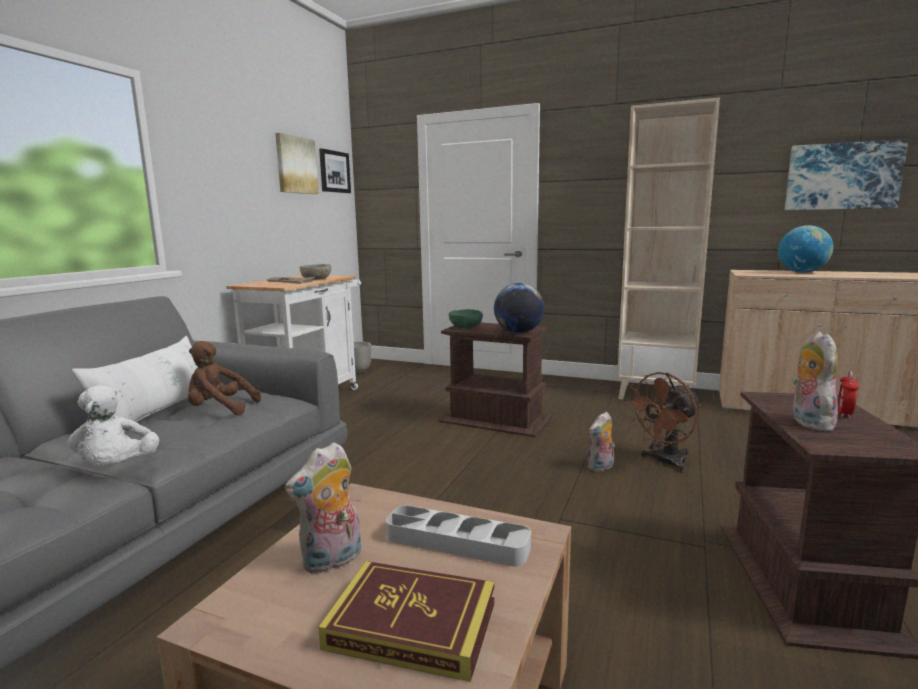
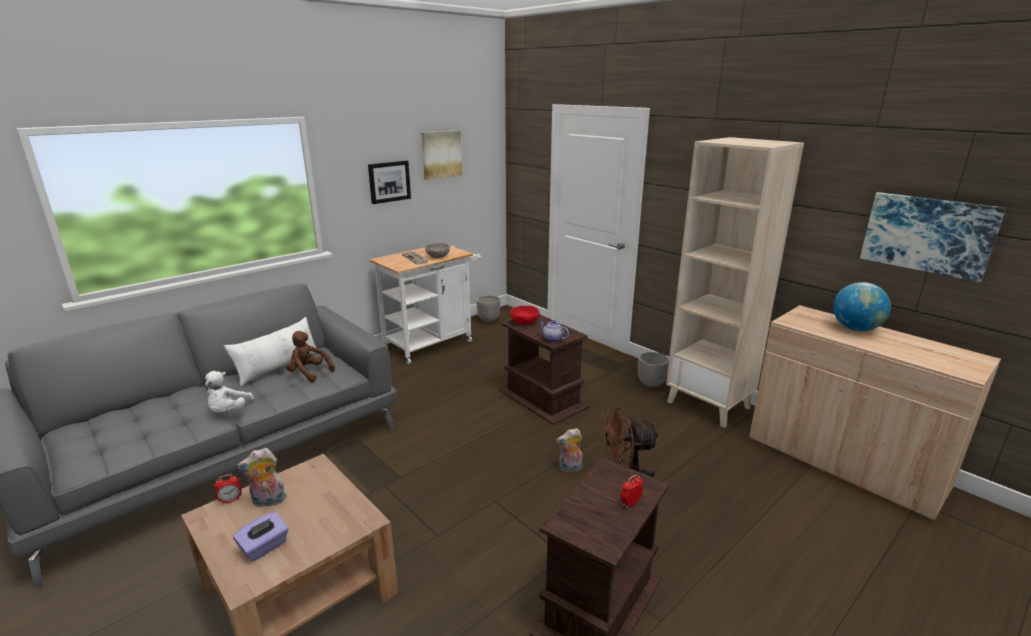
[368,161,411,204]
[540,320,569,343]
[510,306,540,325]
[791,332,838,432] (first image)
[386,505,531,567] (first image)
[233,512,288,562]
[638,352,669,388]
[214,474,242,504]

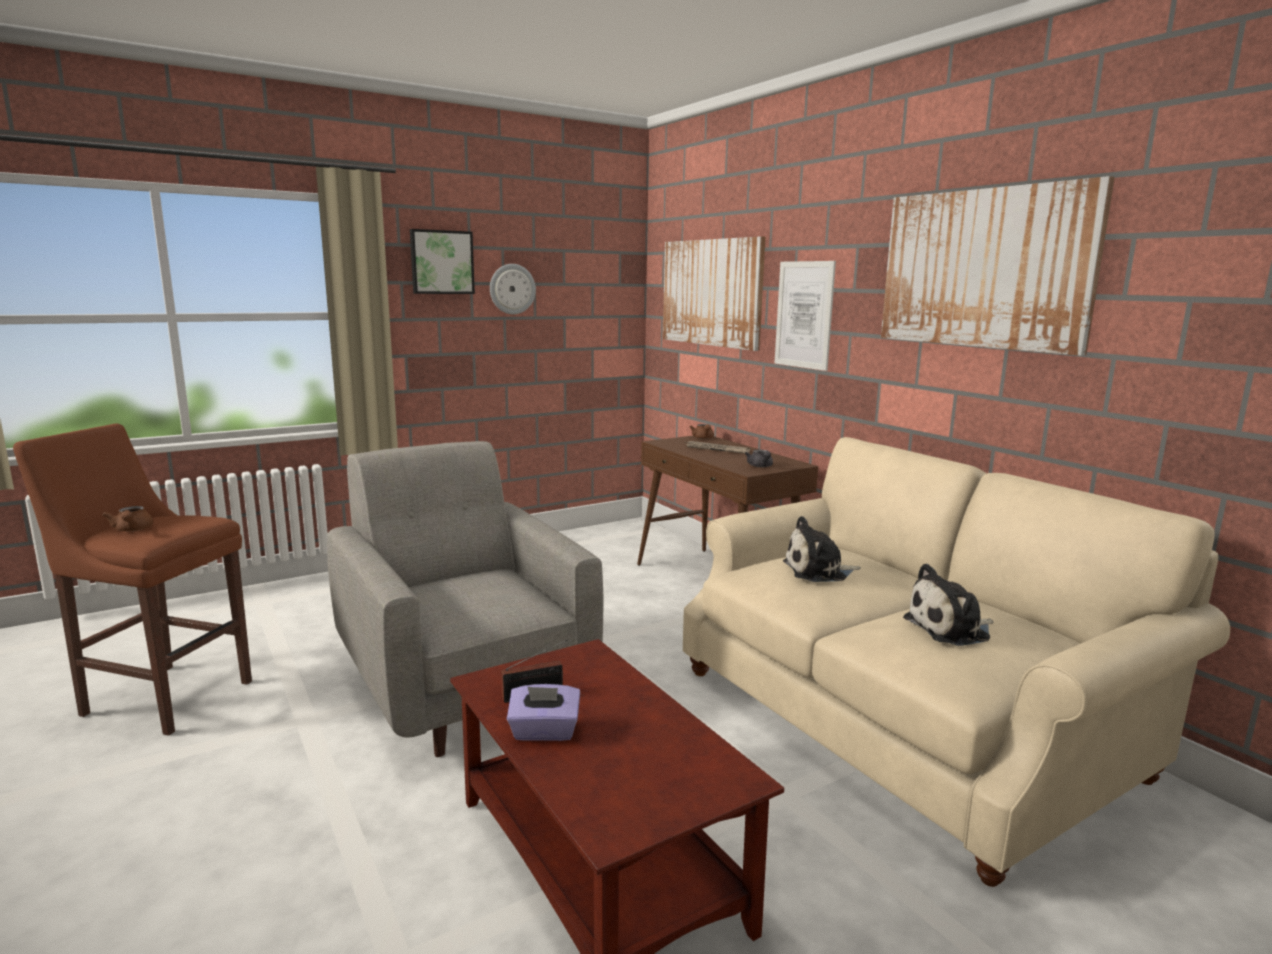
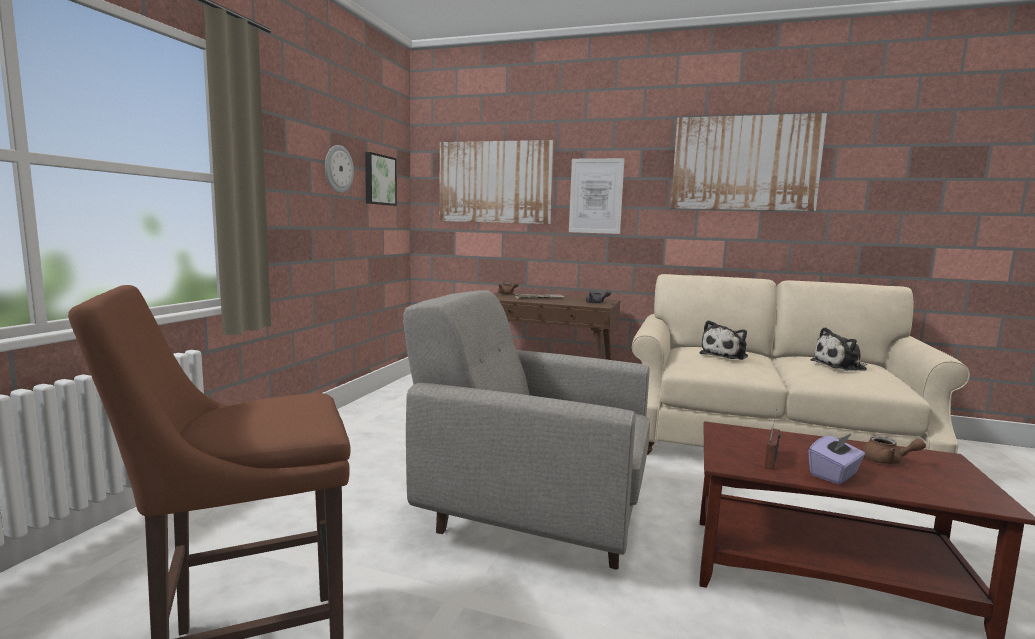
[365,152,397,206]
[862,436,926,464]
[810,327,867,371]

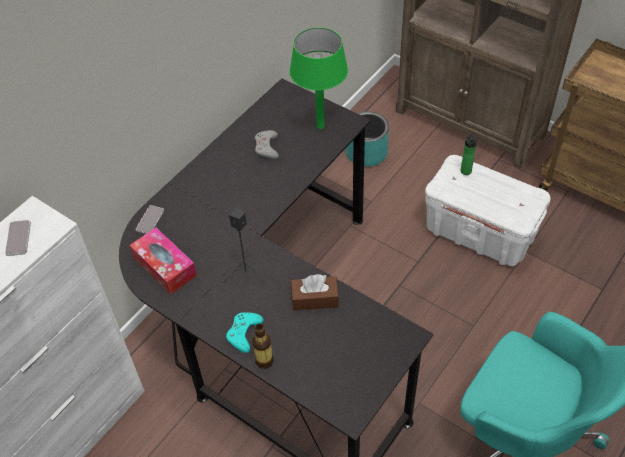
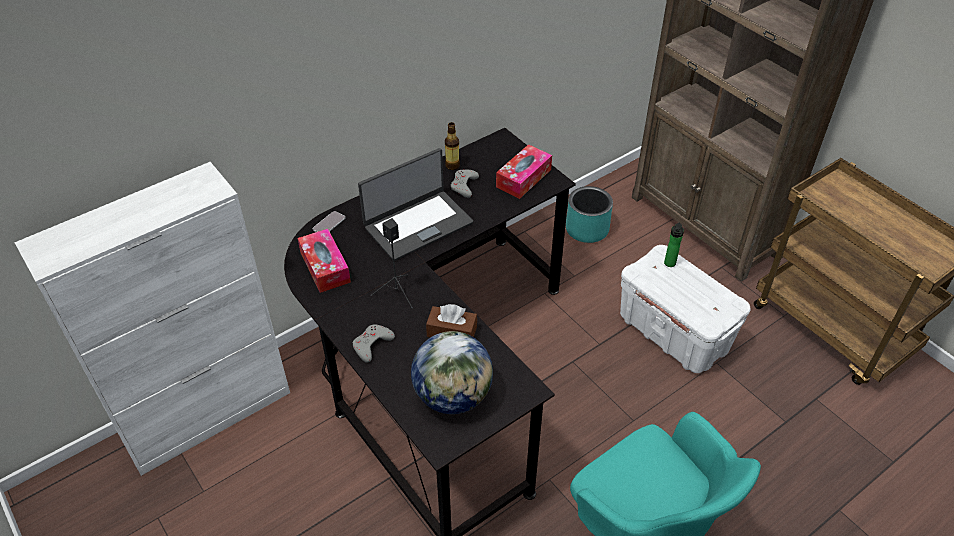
[496,144,552,199]
[5,220,31,256] (first image)
[352,324,395,363]
[445,122,460,170]
[358,148,473,261]
[411,331,493,414]

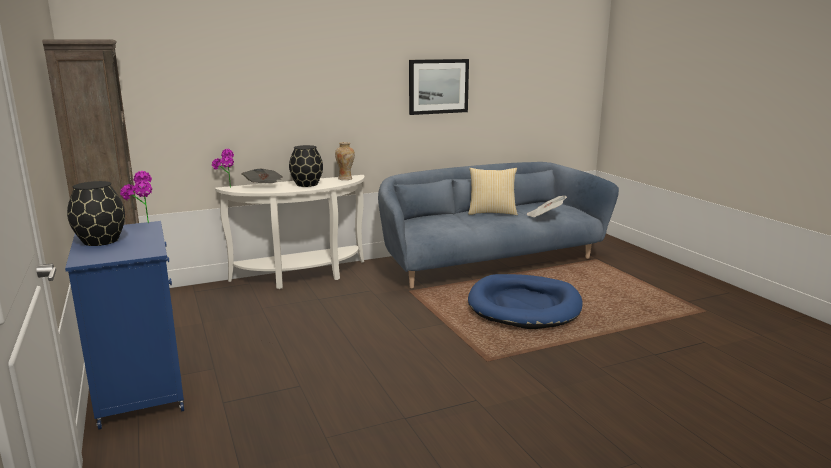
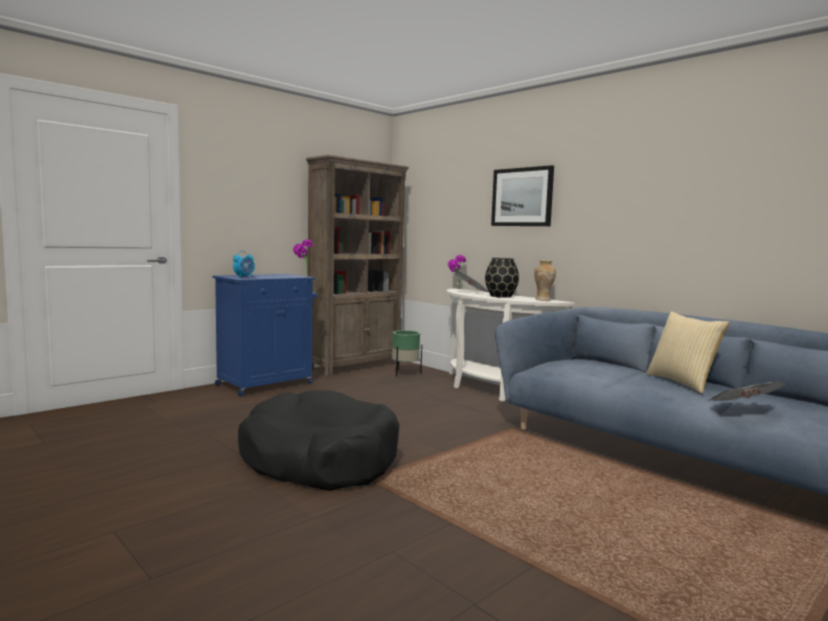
[491,165,554,226]
[67,181,125,246] (first image)
[468,274,583,329] (first image)
[233,251,255,278]
[392,330,422,376]
[238,390,399,491]

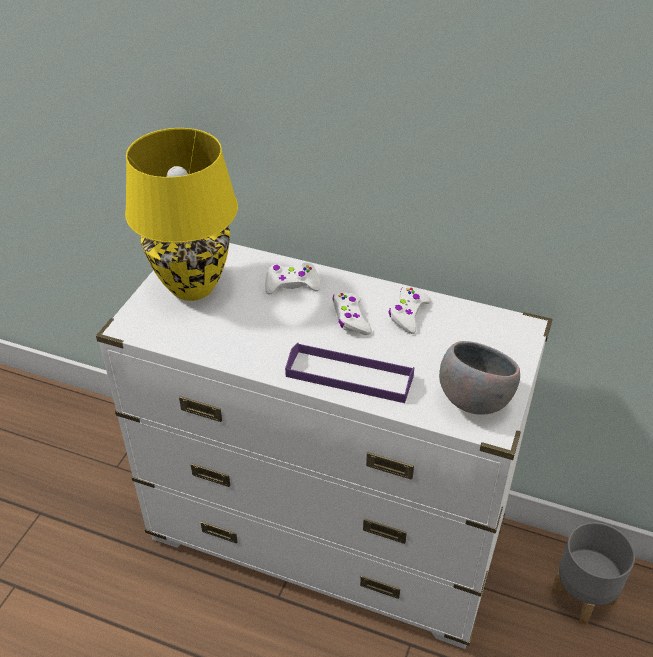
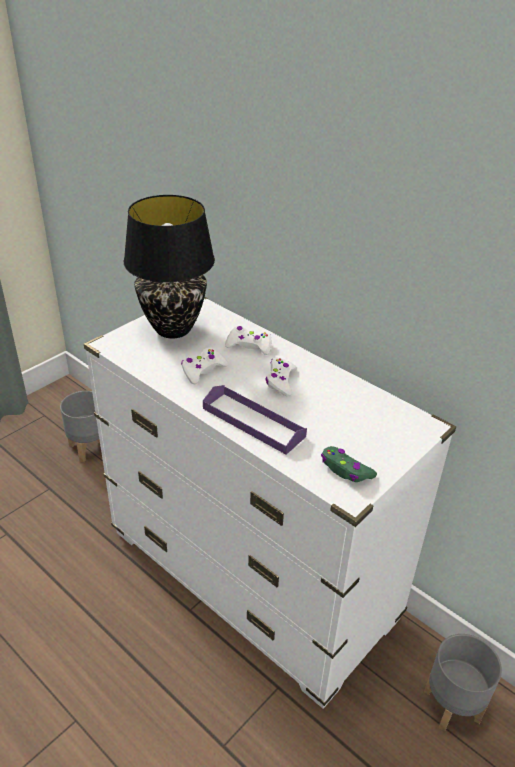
[123,195,215,338]
[181,347,229,384]
[321,446,377,482]
[60,391,100,462]

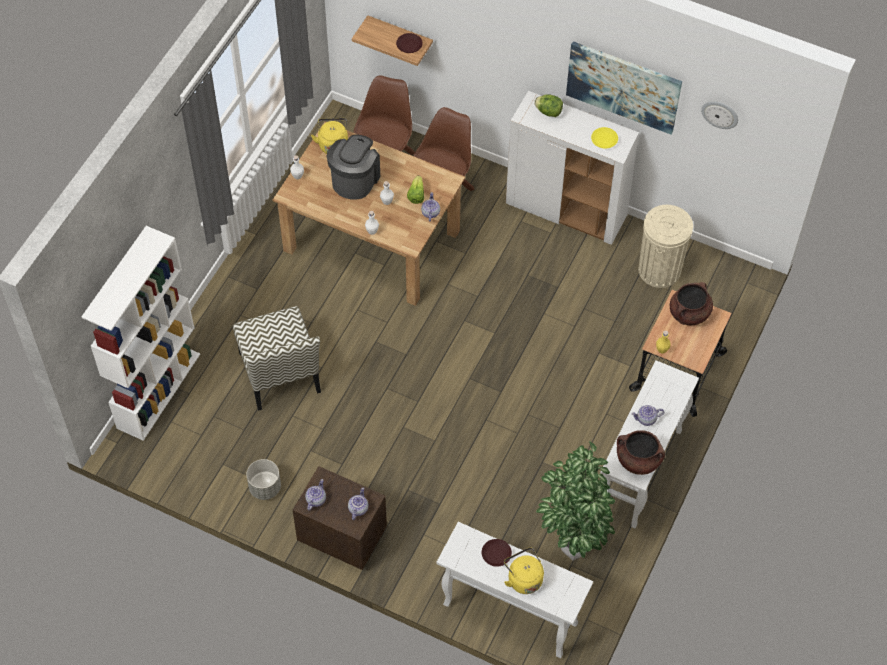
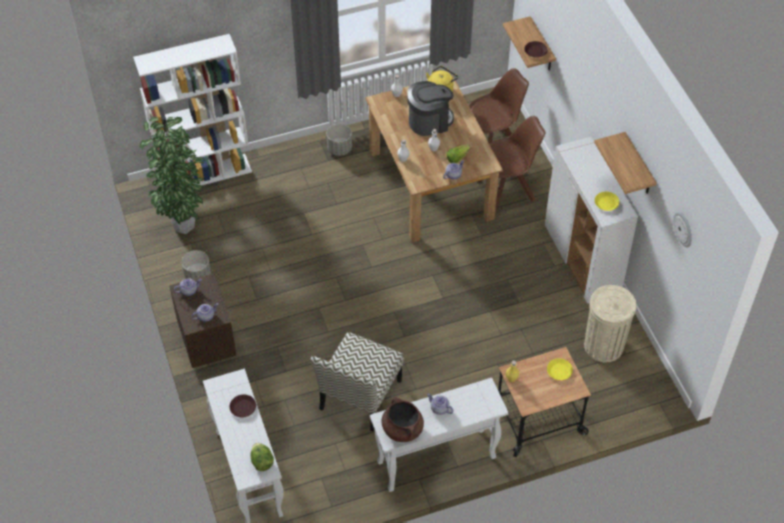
[594,132,657,194]
[250,443,274,471]
[547,358,573,380]
[310,332,404,432]
[140,116,205,234]
[504,547,544,594] (first image)
[327,124,352,156]

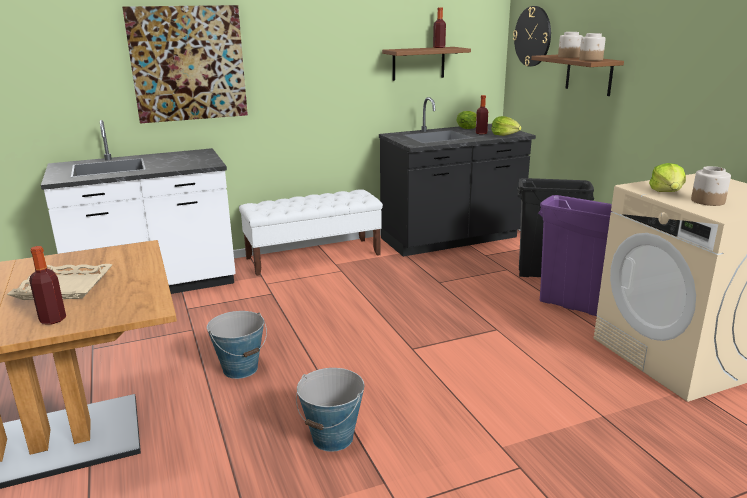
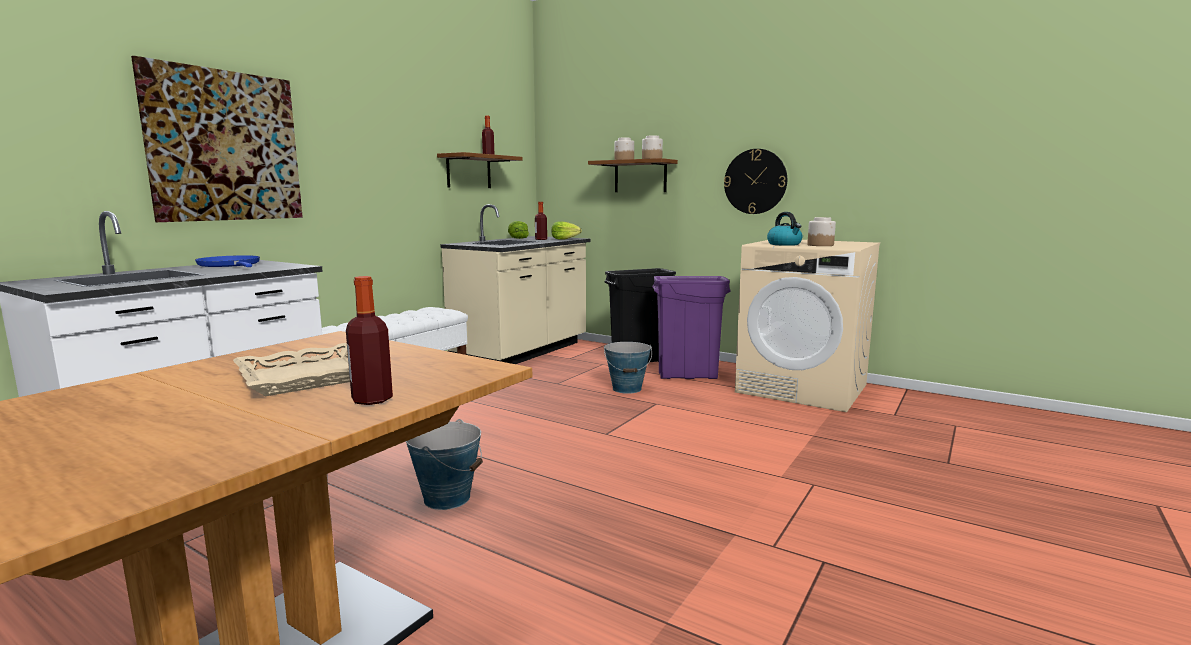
[724,149,787,214]
[440,204,590,364]
[767,212,802,246]
[604,342,652,394]
[195,255,260,267]

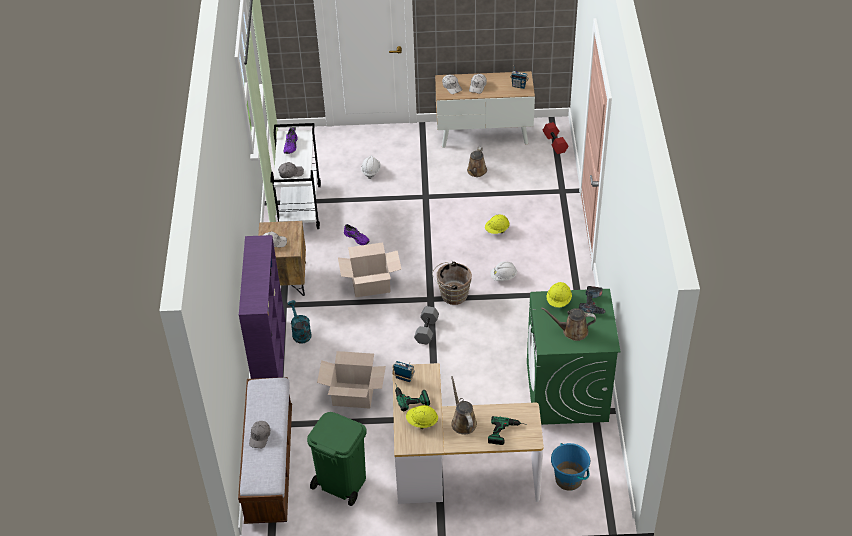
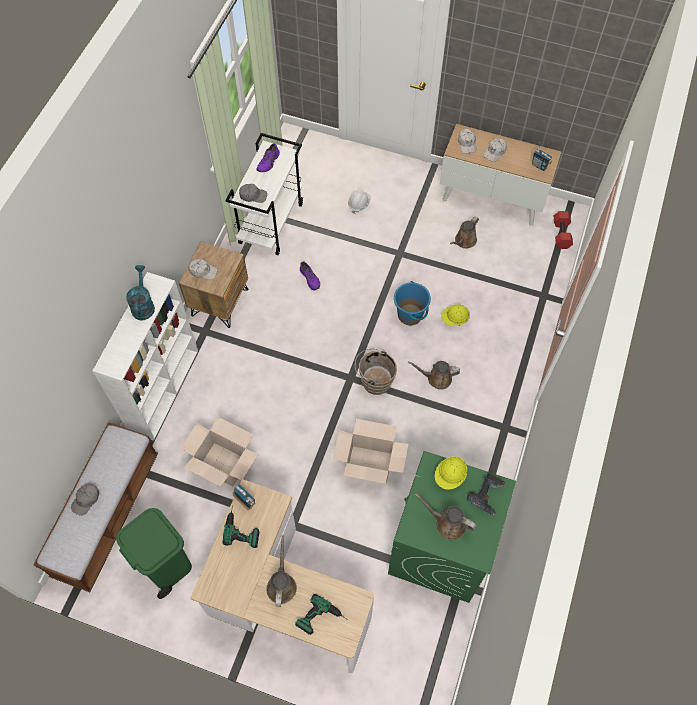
[93,272,198,441]
[333,419,408,484]
[408,361,460,390]
[126,265,155,320]
[414,306,439,345] (first image)
[406,405,438,429] (first image)
[394,281,431,325]

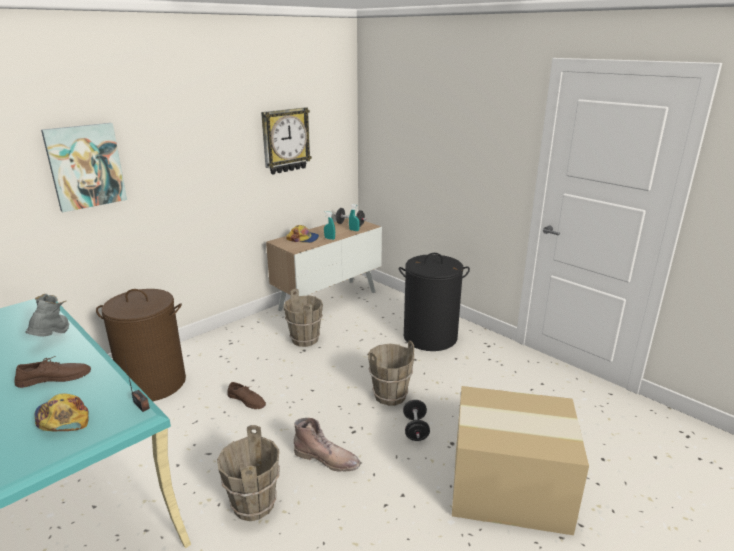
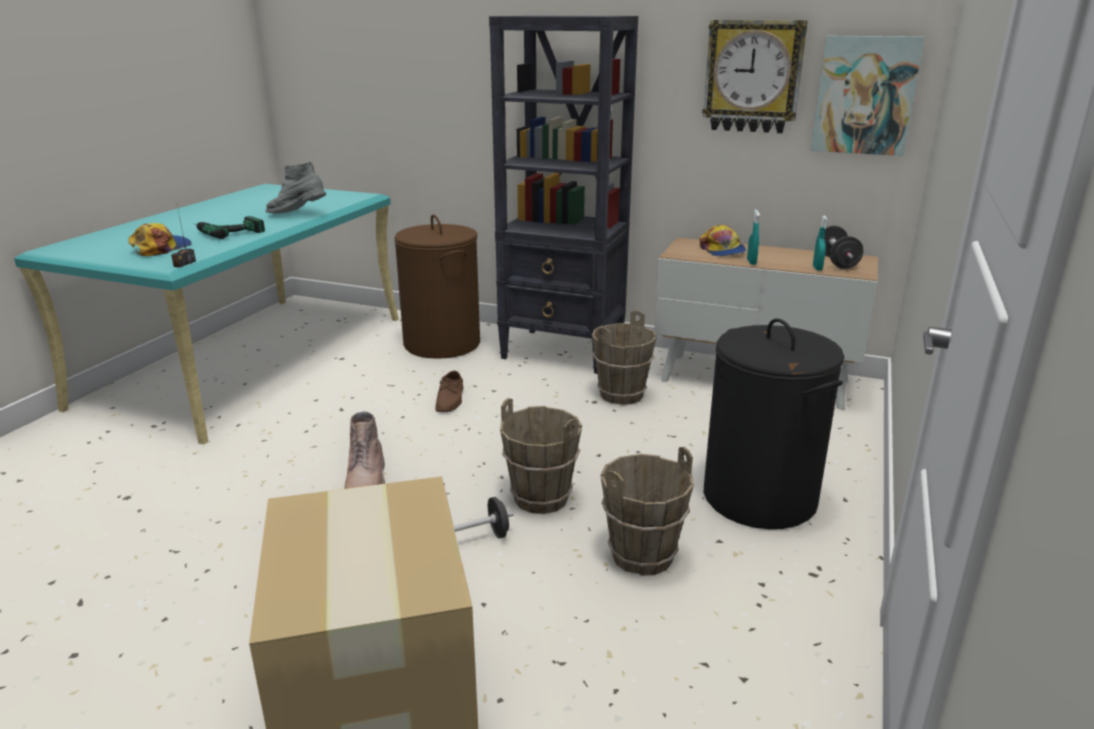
[811,36,925,156]
[266,162,326,213]
[195,216,265,239]
[601,447,694,576]
[489,16,638,374]

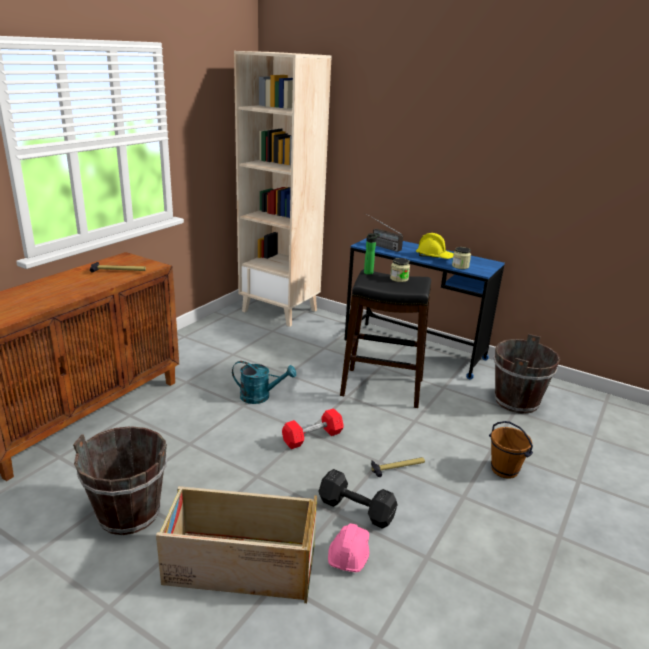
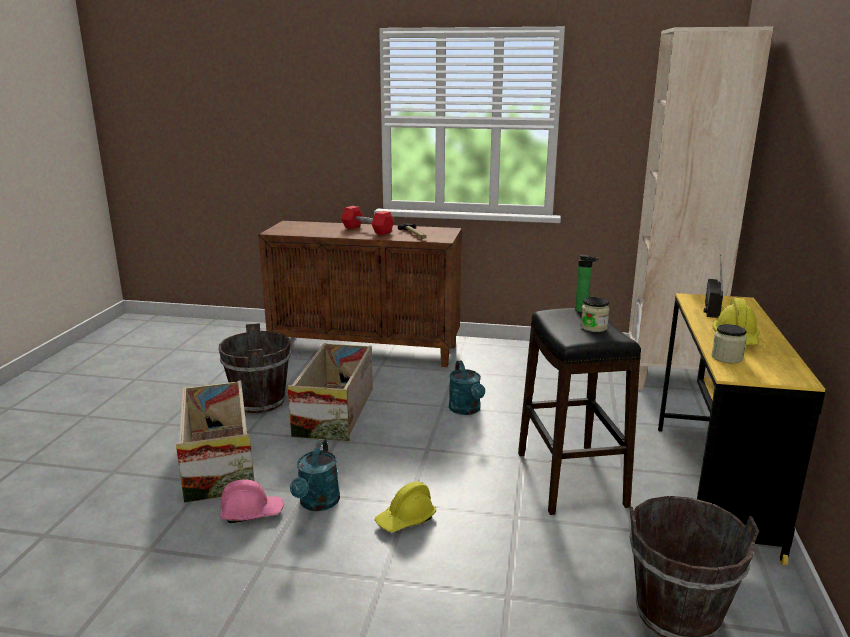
[658,293,825,565]
[341,206,394,235]
[489,421,533,479] (first image)
[375,482,436,532]
[290,439,340,511]
[287,343,373,441]

